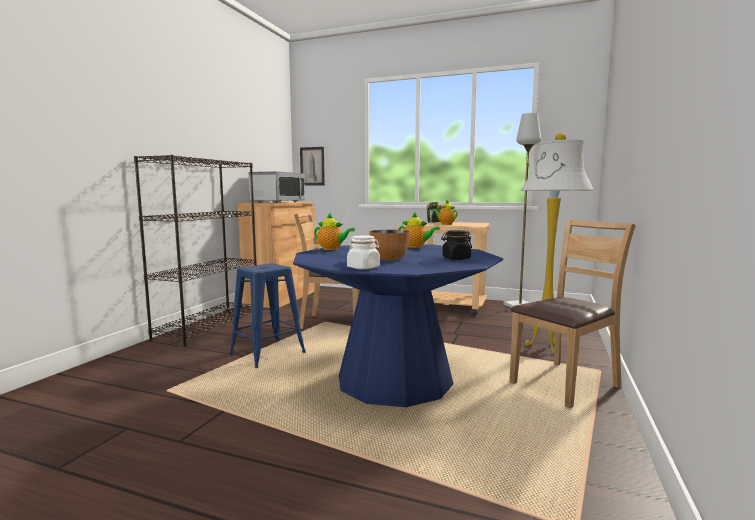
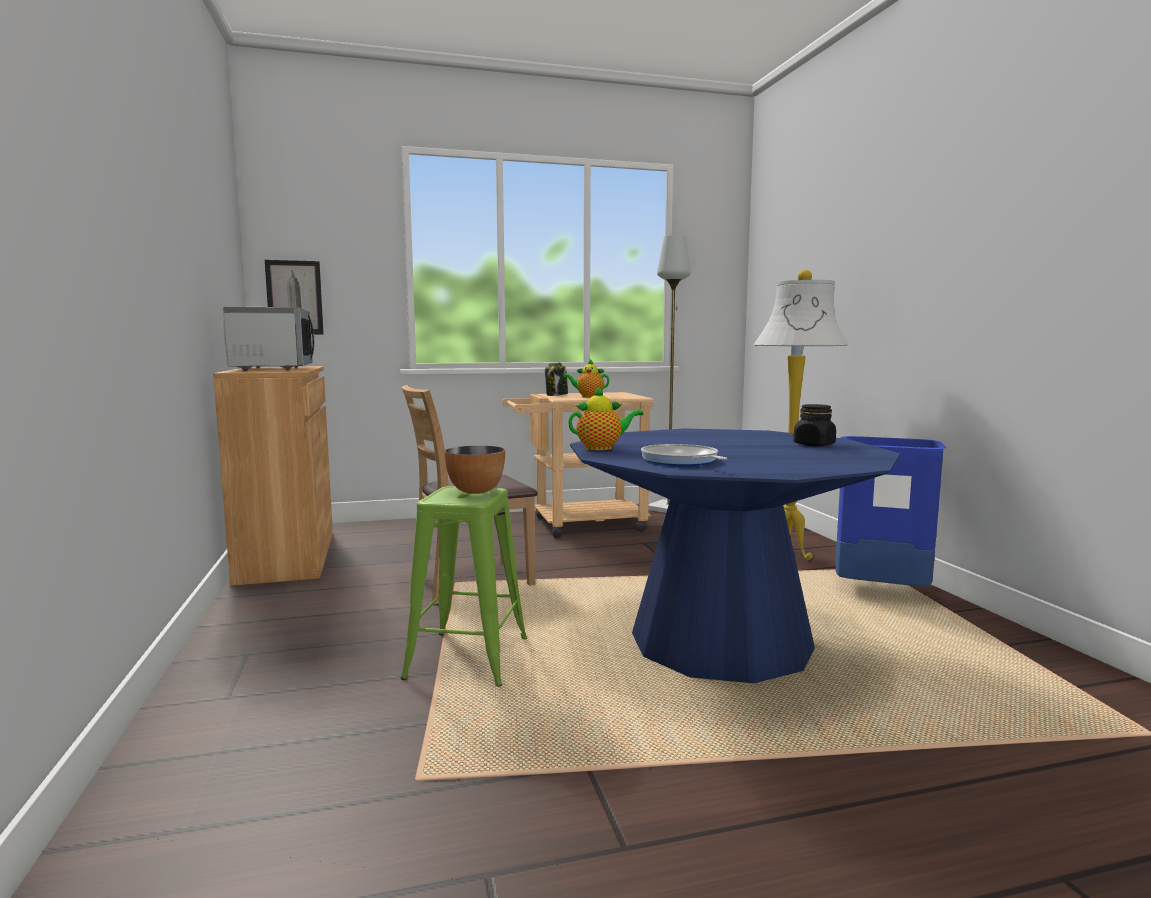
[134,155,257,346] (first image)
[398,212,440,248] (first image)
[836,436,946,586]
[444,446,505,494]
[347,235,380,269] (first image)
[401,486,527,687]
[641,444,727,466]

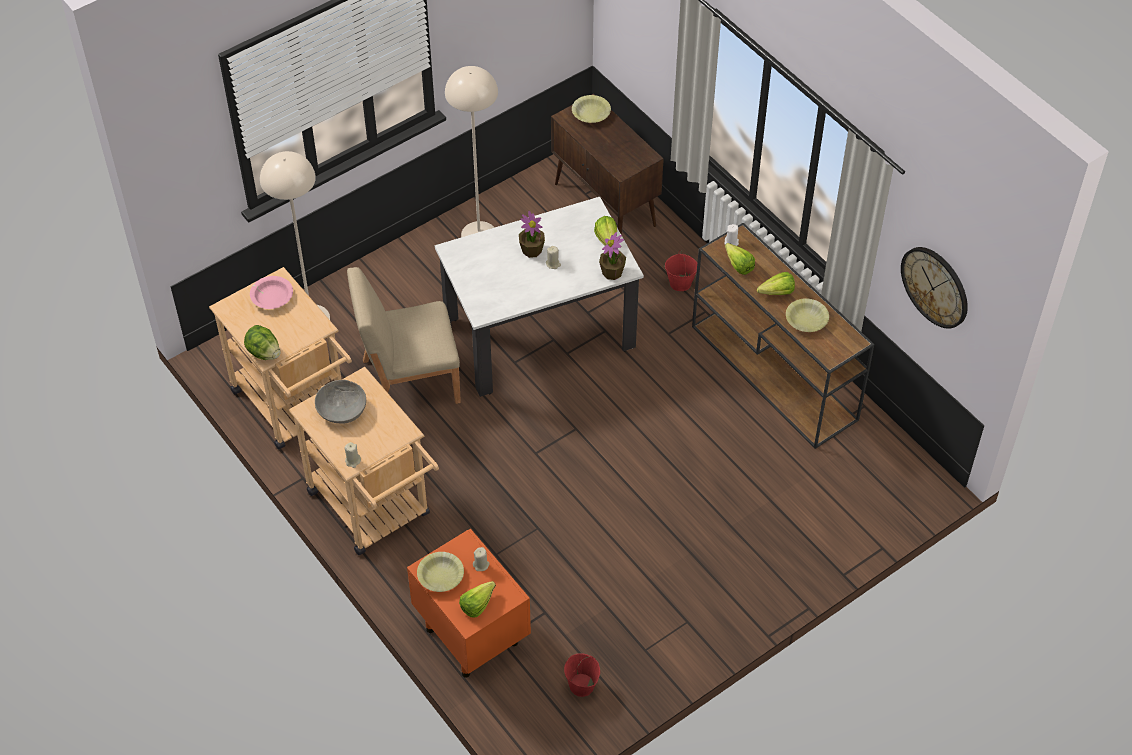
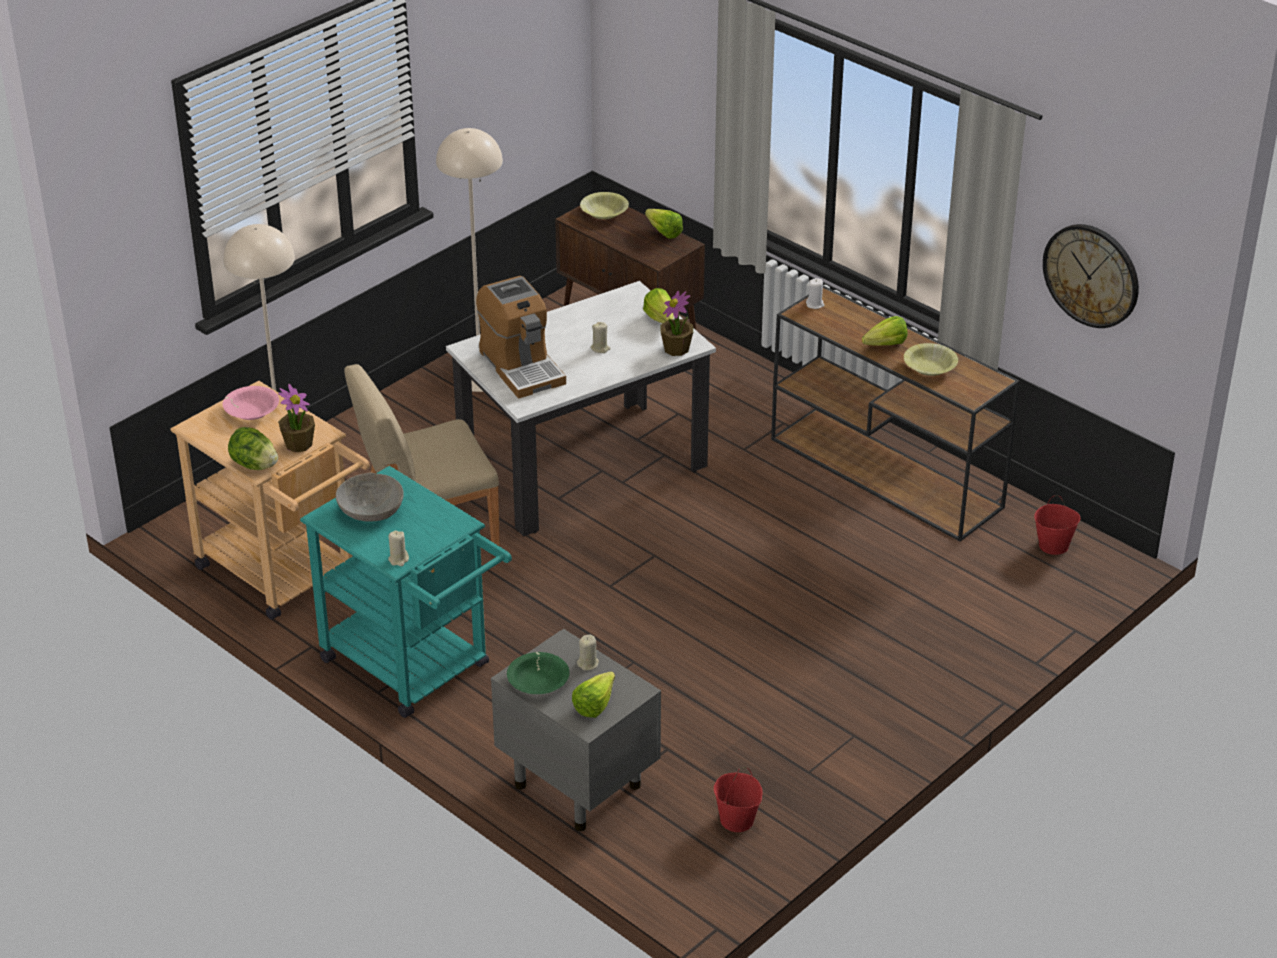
[278,384,315,453]
[645,209,683,239]
[1034,495,1080,555]
[300,466,512,718]
[491,629,661,831]
[507,652,569,694]
[476,276,566,399]

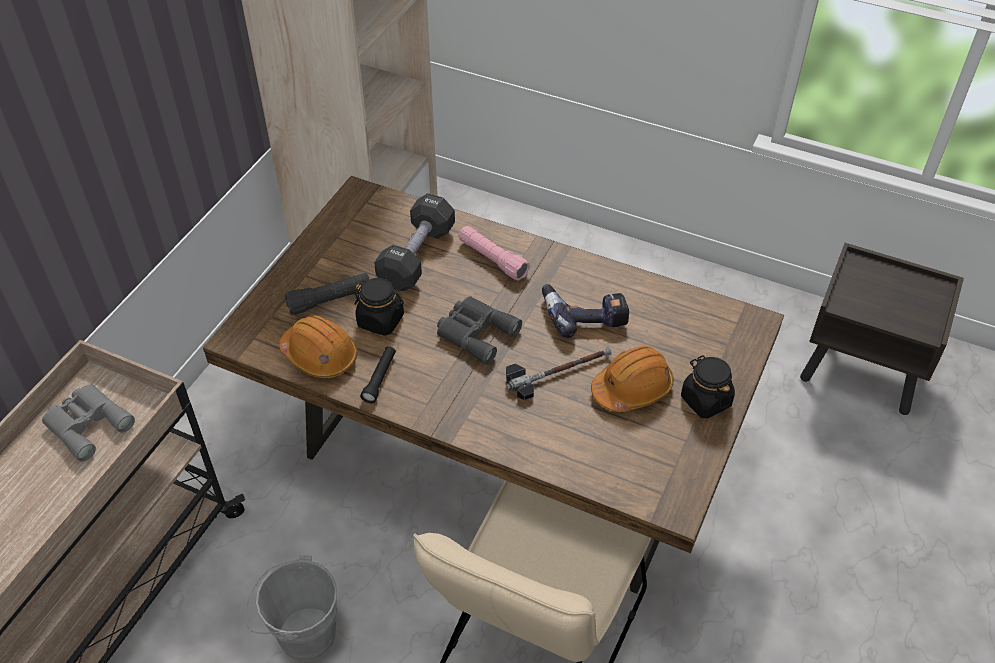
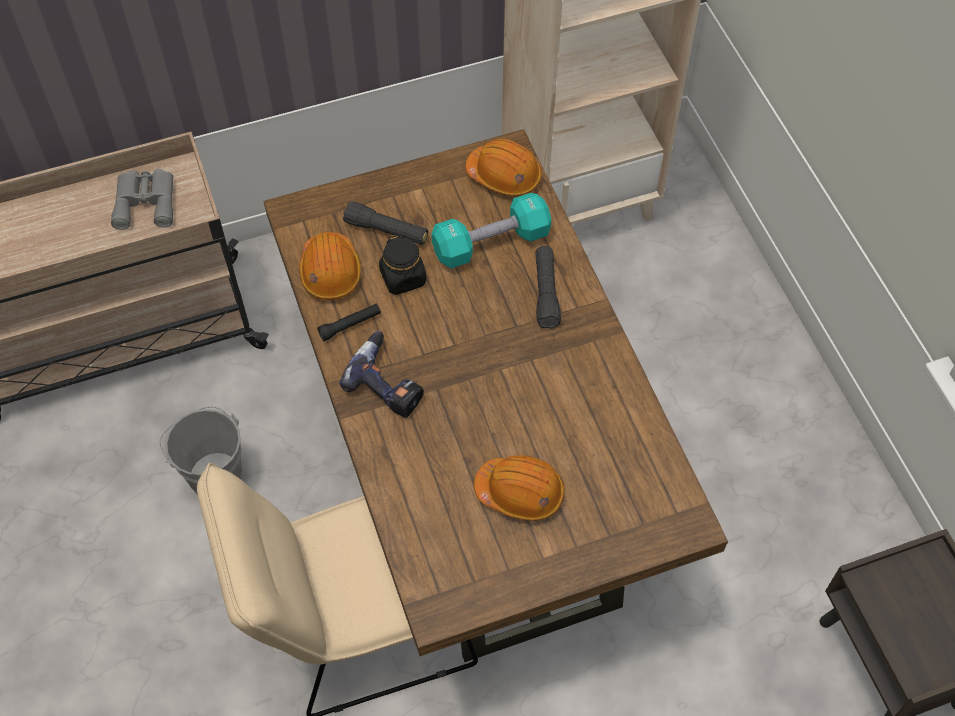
[431,193,551,268]
[535,246,561,329]
[339,331,424,418]
[437,296,522,365] (first image)
[506,347,612,400] (first image)
[681,355,735,419] (first image)
[465,139,542,196]

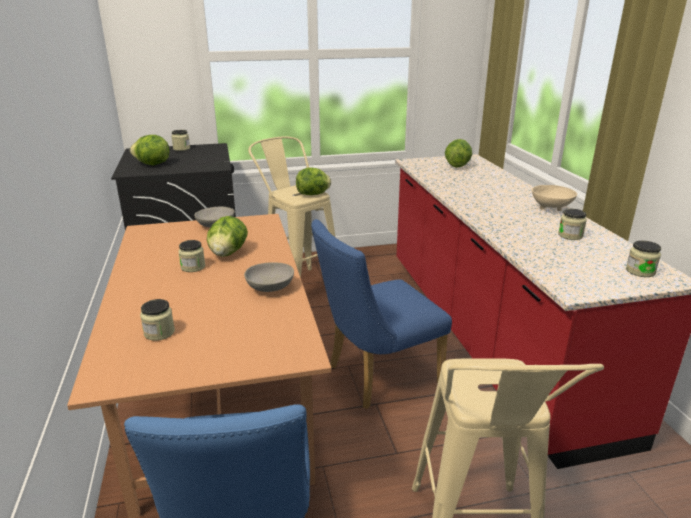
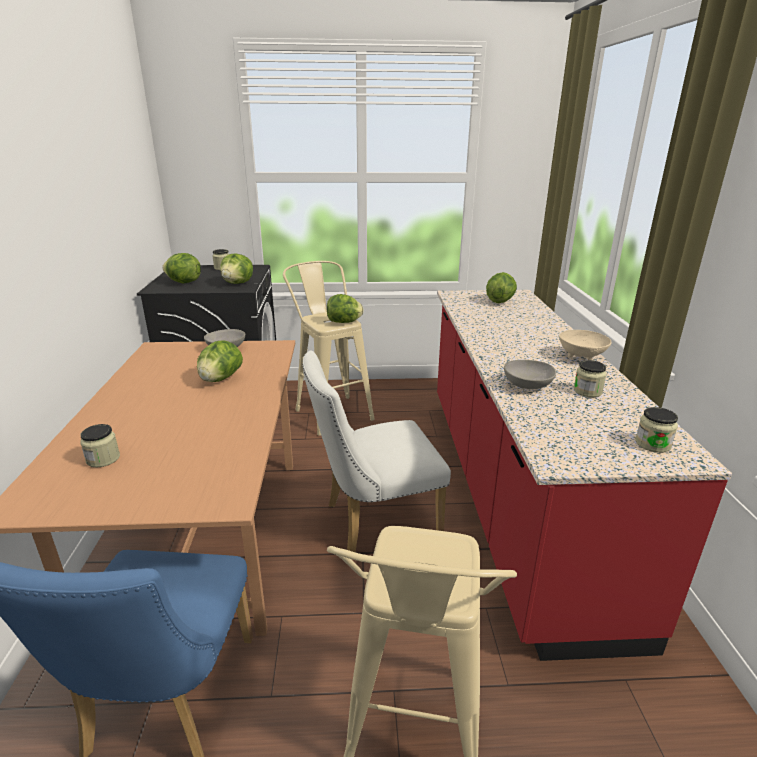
[302,350,451,552]
[178,240,205,272] (first image)
[504,360,556,389]
[220,253,253,284]

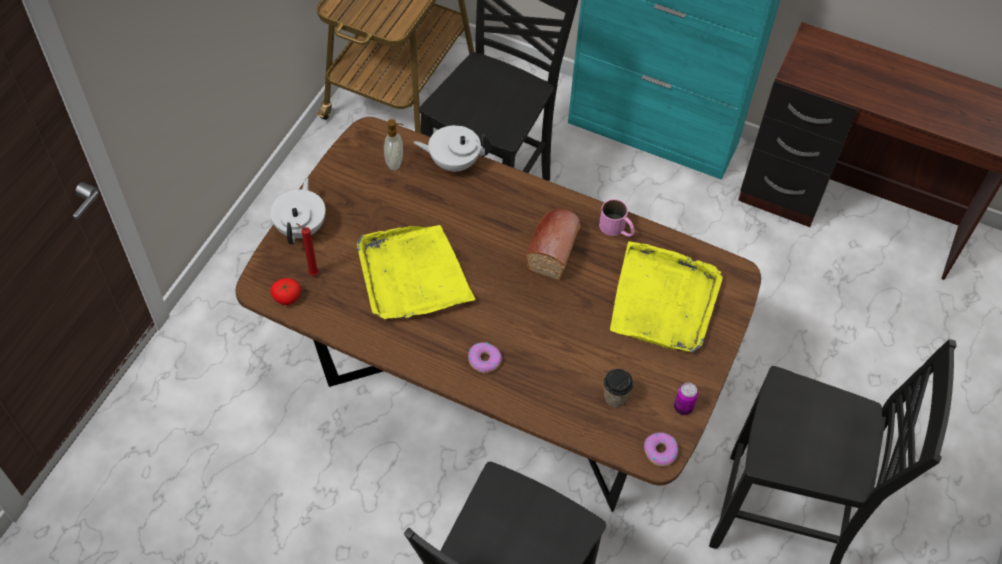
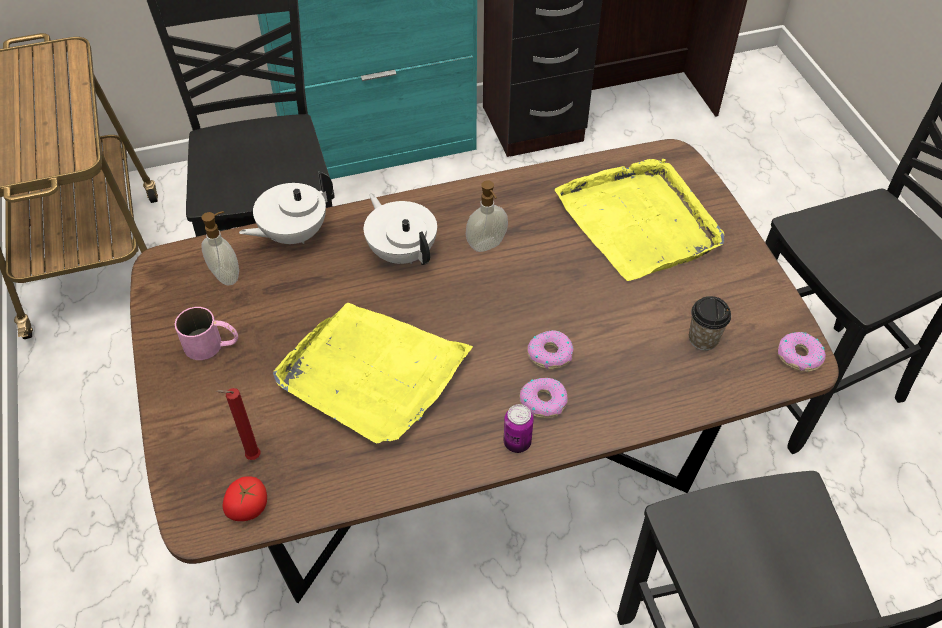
[364,194,437,265]
[175,307,238,360]
[466,180,508,252]
[504,404,534,453]
[527,330,574,370]

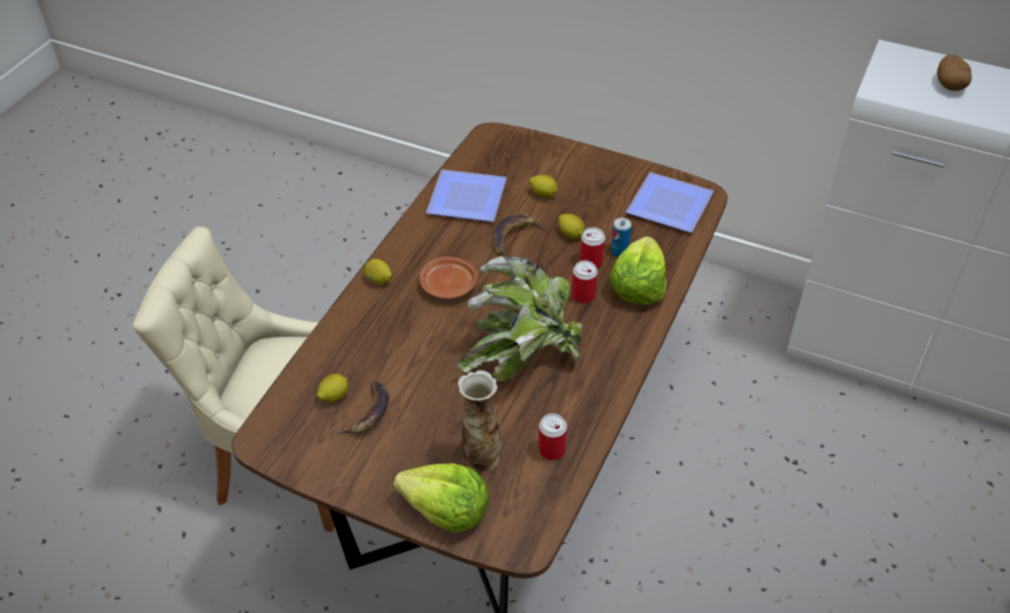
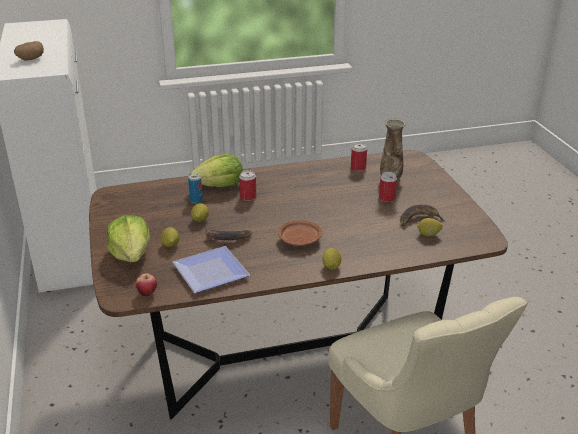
[626,172,714,232] (first image)
[379,172,397,202]
[457,255,583,381] (first image)
[107,215,150,262]
[136,273,157,297]

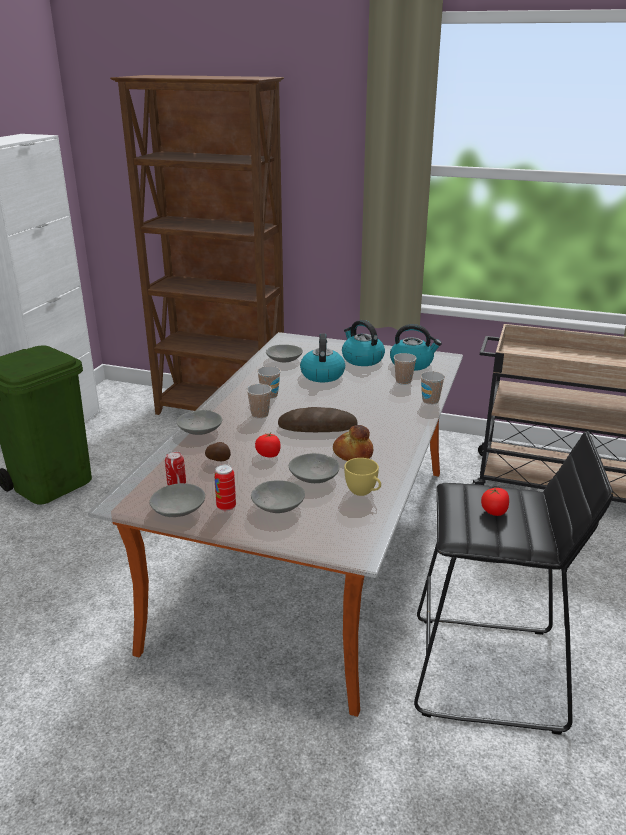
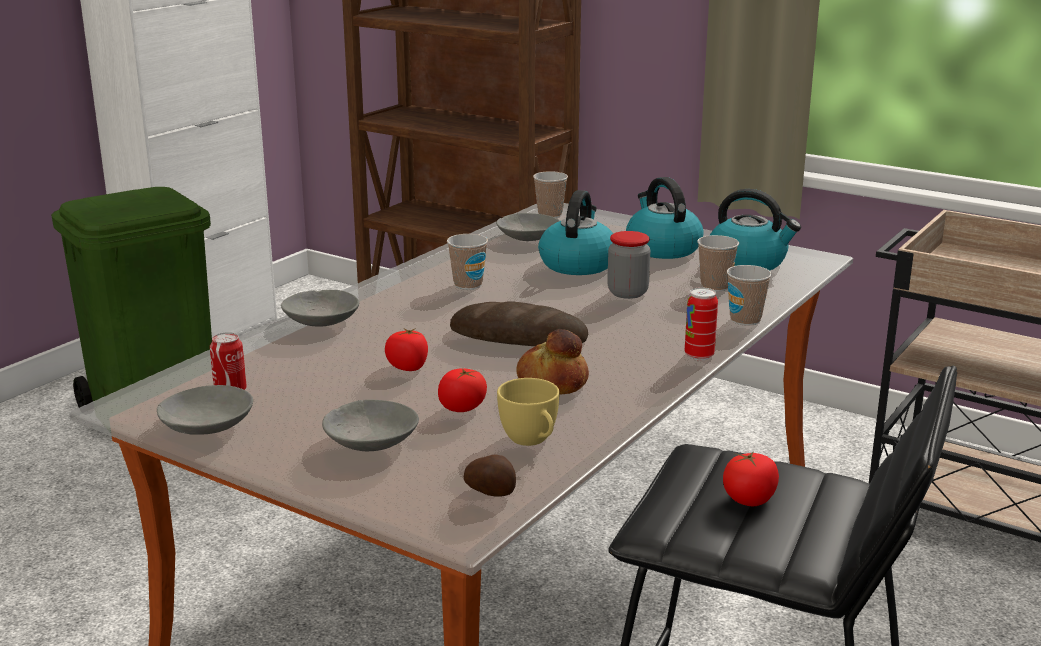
[533,171,568,218]
[464,455,516,497]
[438,368,487,412]
[685,287,718,360]
[607,231,650,299]

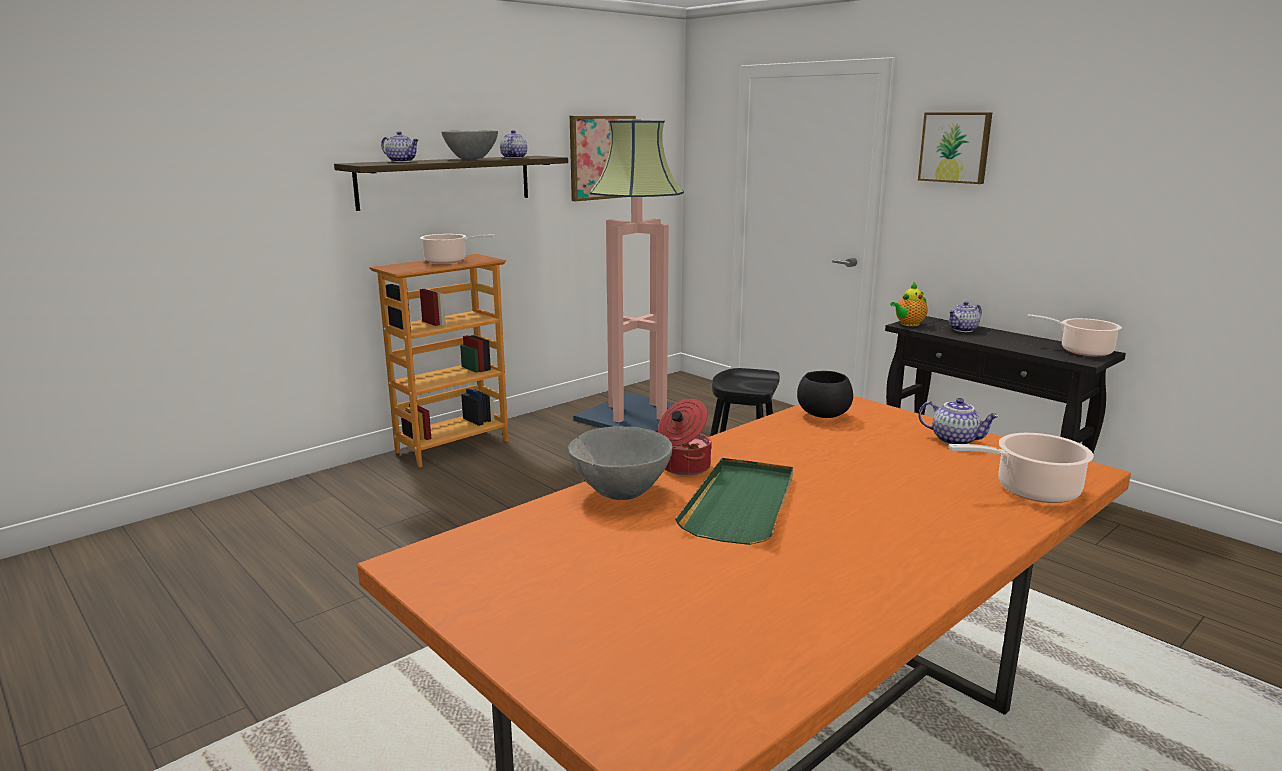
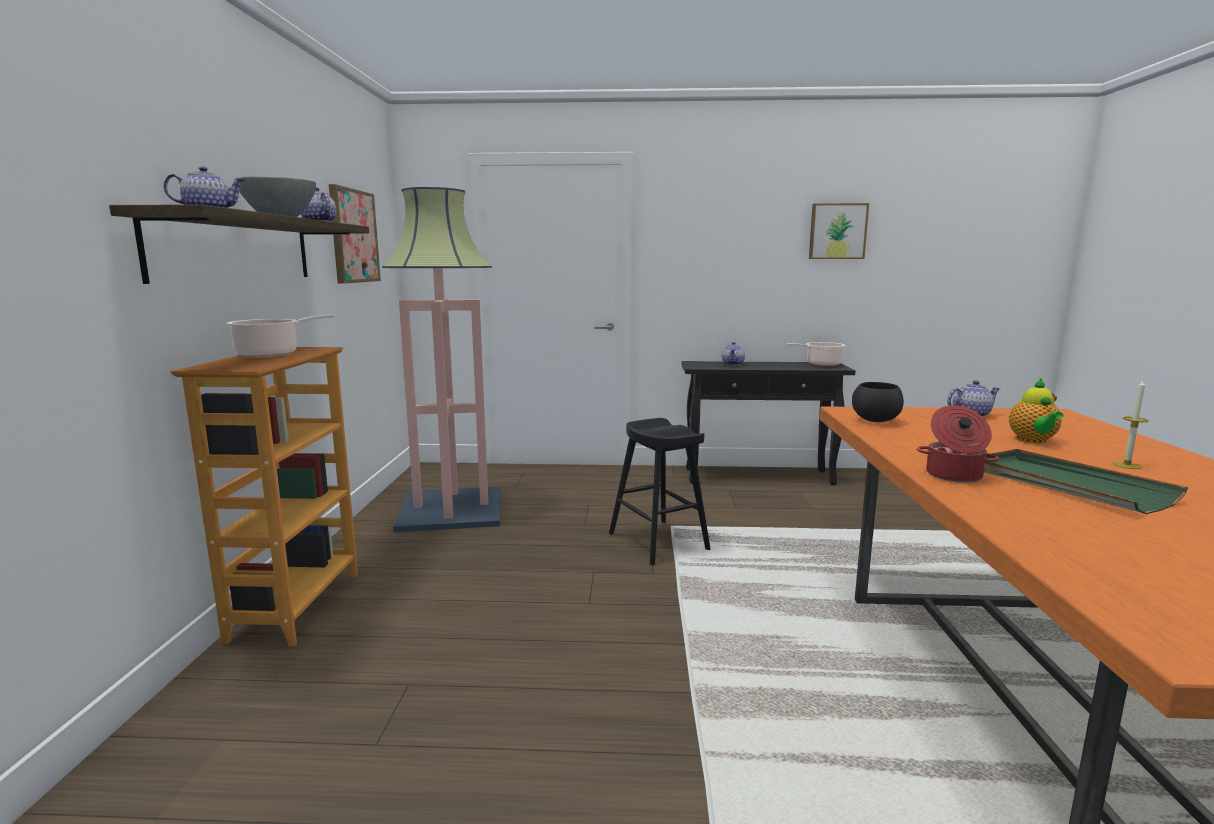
[809,203,869,259]
[1009,378,1063,443]
[568,426,672,500] (first image)
[948,433,1094,503] (first image)
[1112,380,1149,469]

